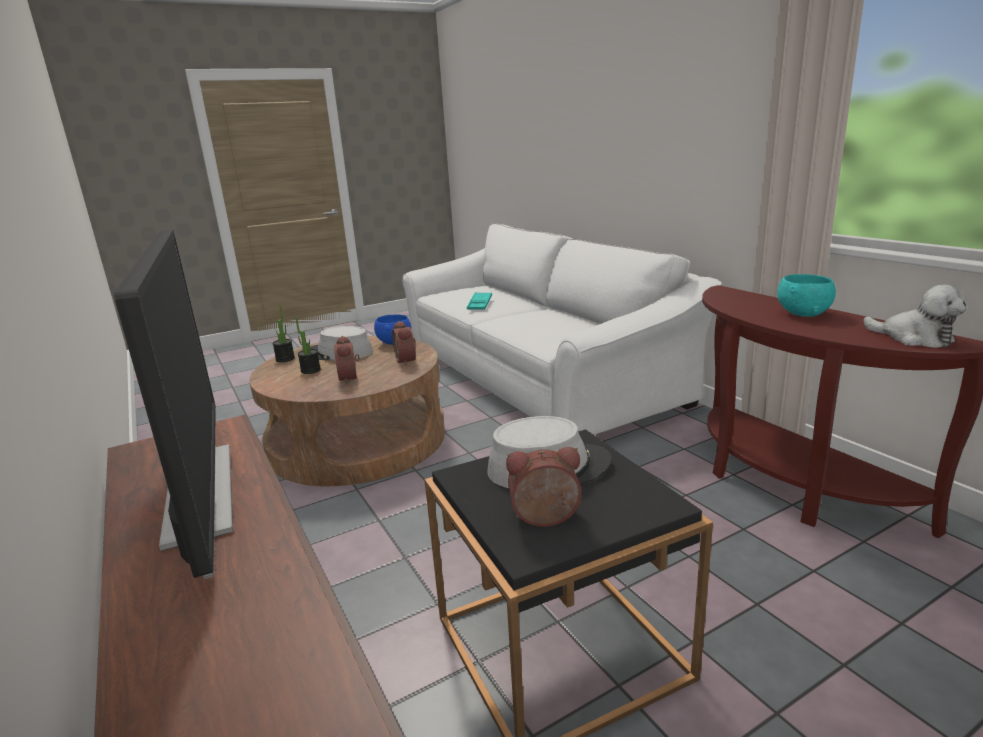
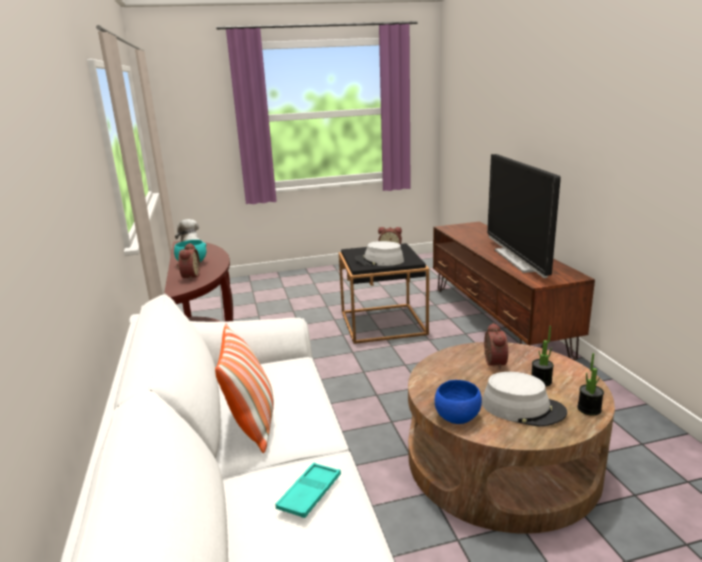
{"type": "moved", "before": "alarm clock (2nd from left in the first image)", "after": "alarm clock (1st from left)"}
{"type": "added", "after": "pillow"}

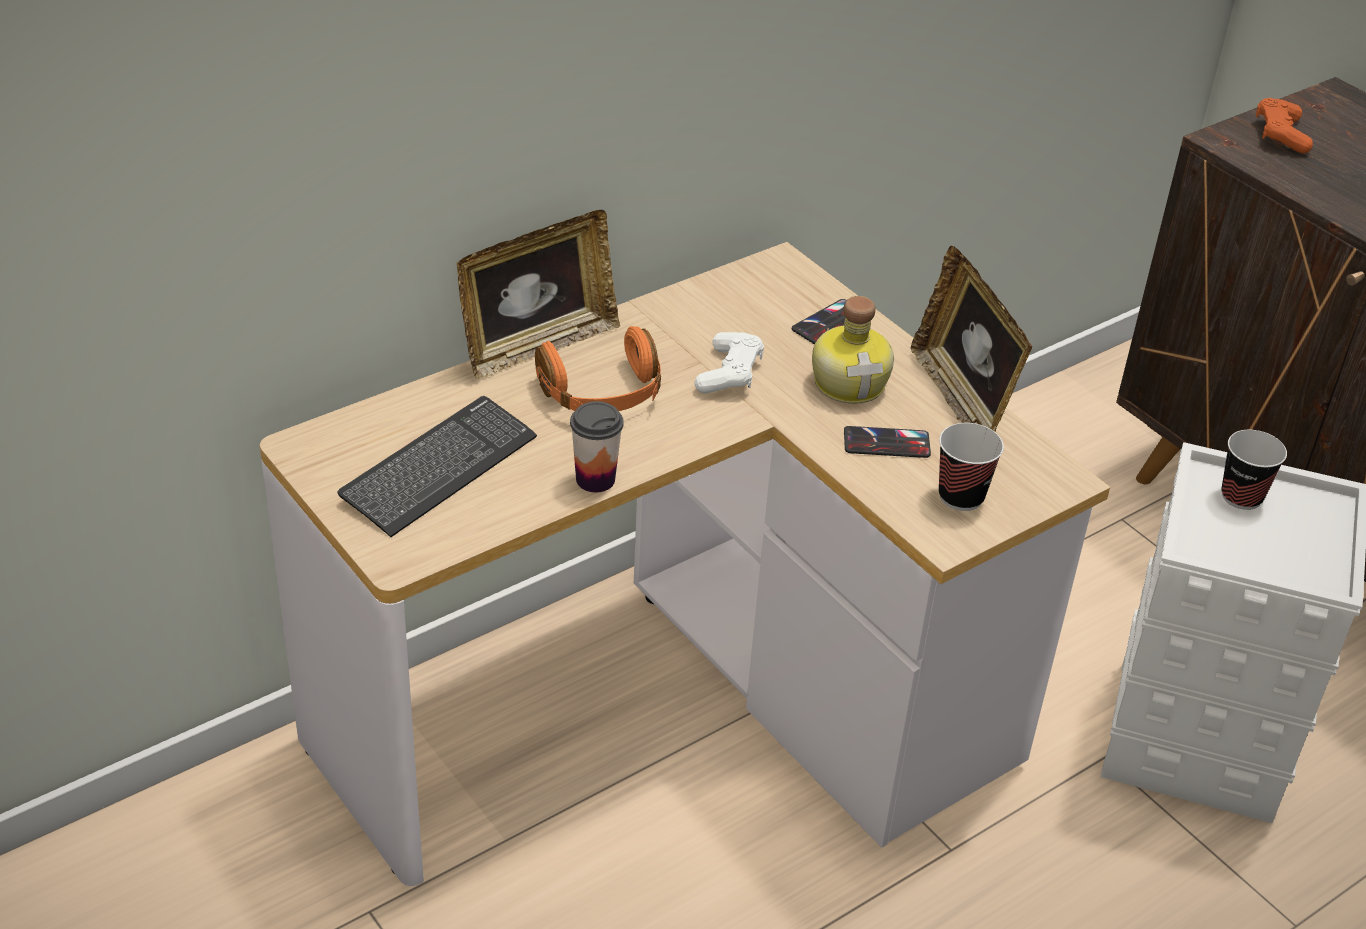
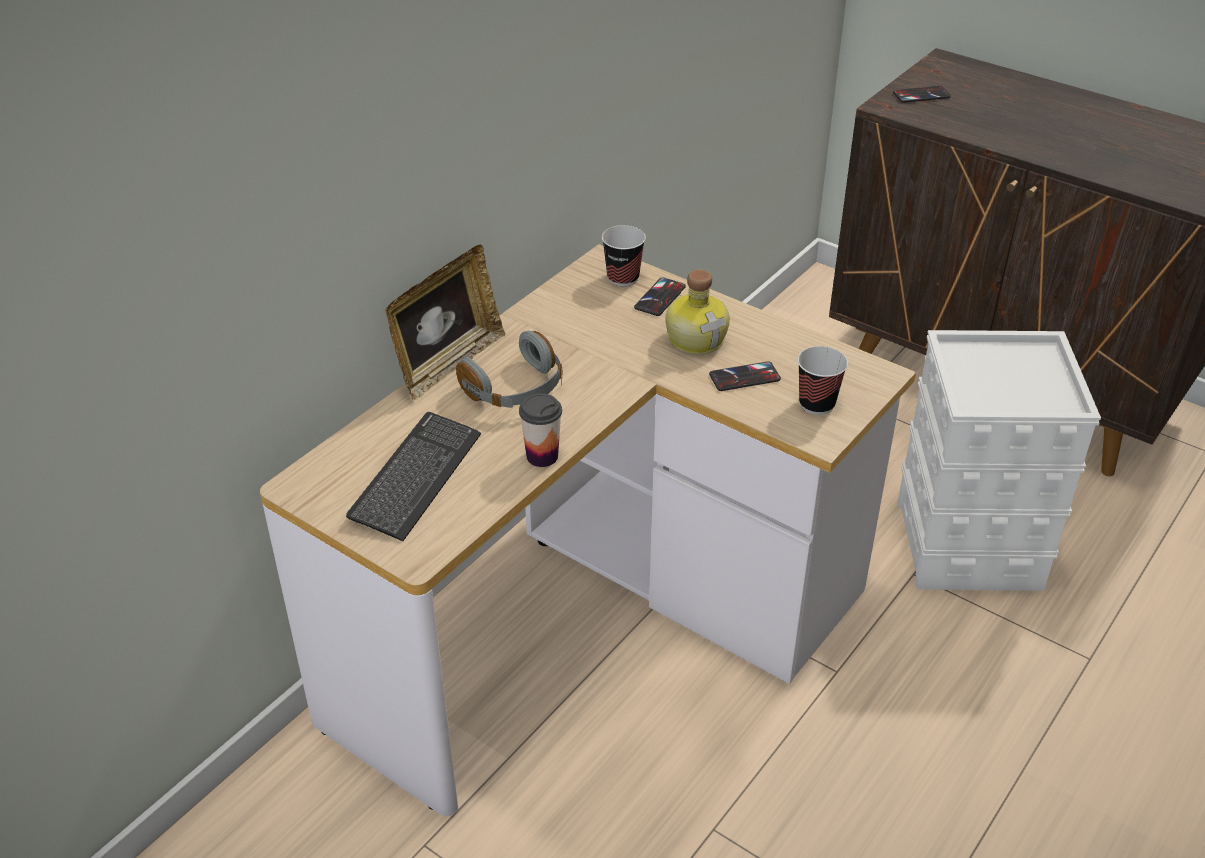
{"type": "recoloured", "before": "headphones (orange)", "after": "headphones (grey)"}
{"type": "removed", "before": "game controller (white)"}
{"type": "removed", "before": "picture frame (2nd from left)"}
{"type": "moved", "before": "cup (3rd from left in the first image)", "after": "cup (2nd from left)"}
{"type": "replaced", "before": "game controller (orange)", "after": "phone (3rd from left)"}

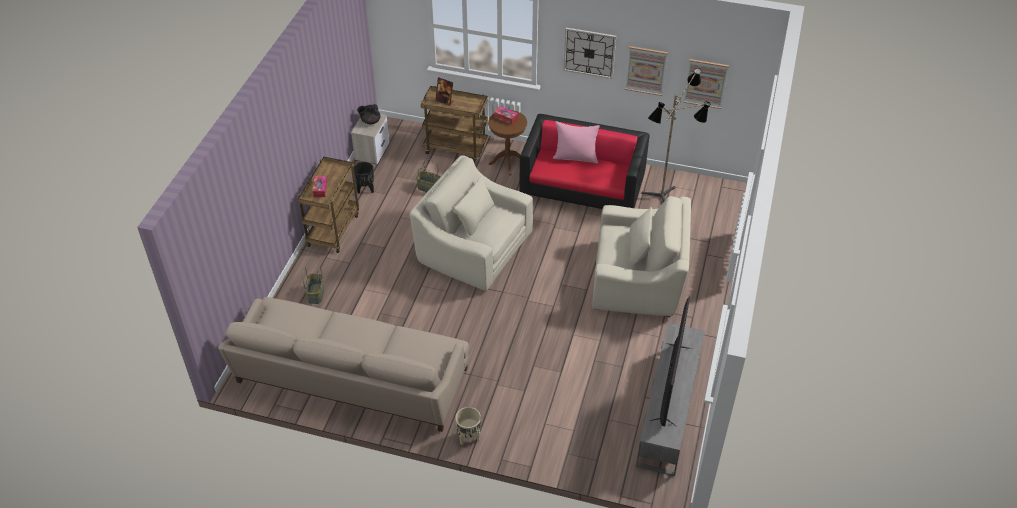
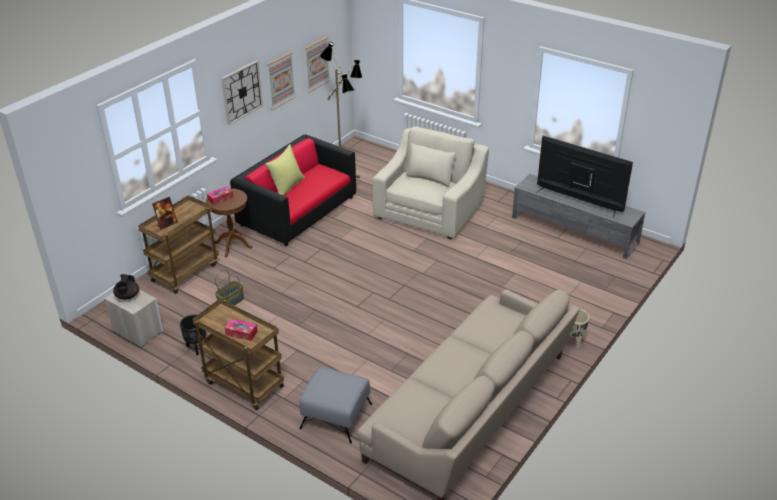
{"type": "replaced", "before": "basket (1st from left)", "after": "ottoman (grey)"}
{"type": "removed", "before": "armchair (beige) (1st from left)"}
{"type": "recoloured", "before": "pillow (pink)", "after": "pillow (yellow)"}

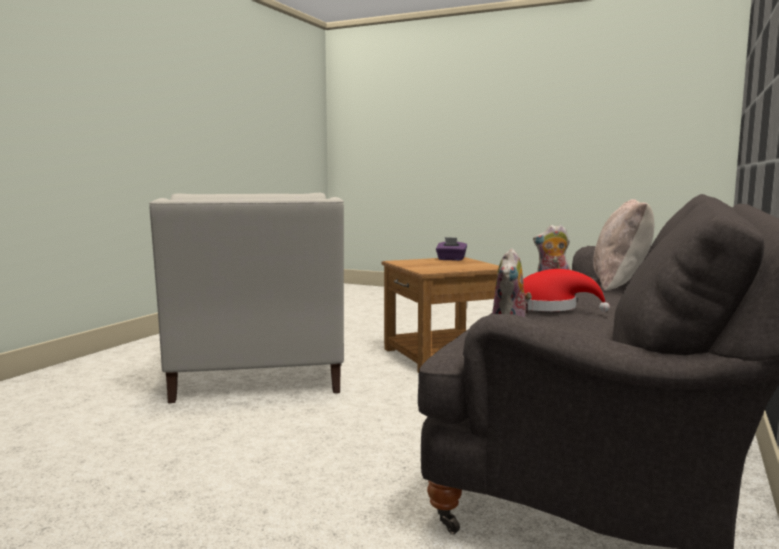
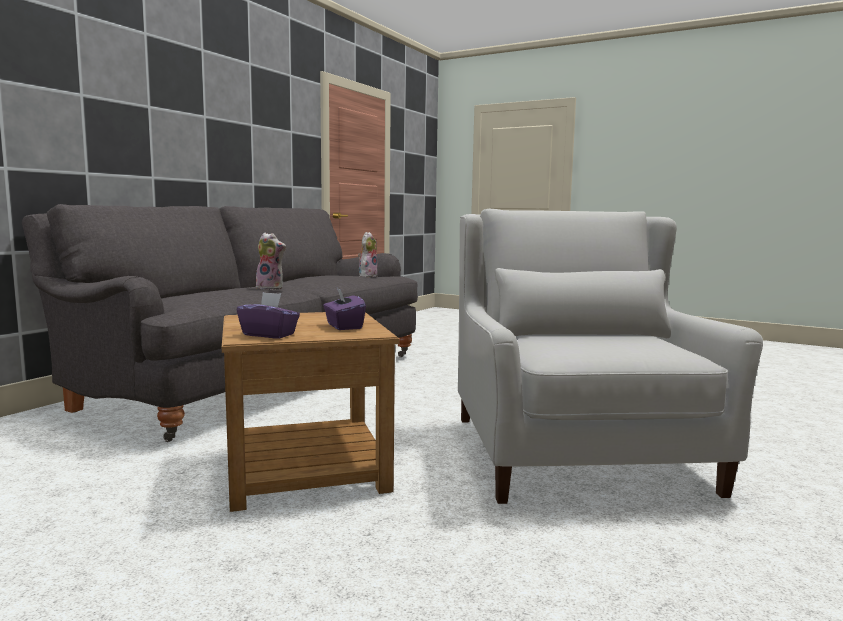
{"type": "removed", "before": "hat (red)"}
{"type": "removed", "before": "pillow (beige)"}
{"type": "added", "after": "tissue box (purple) (2nd from left)"}

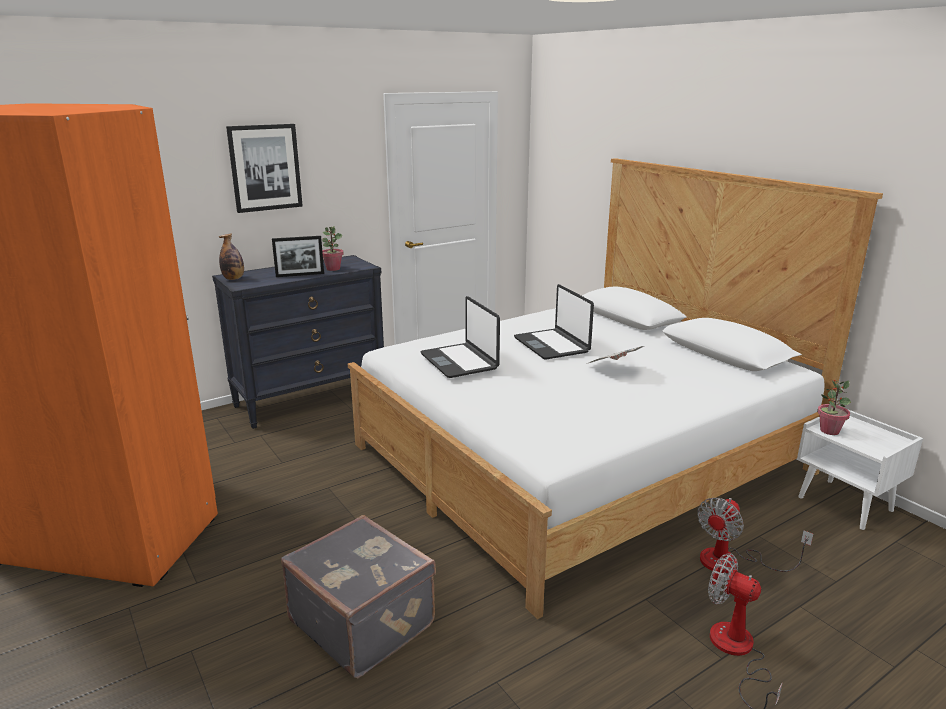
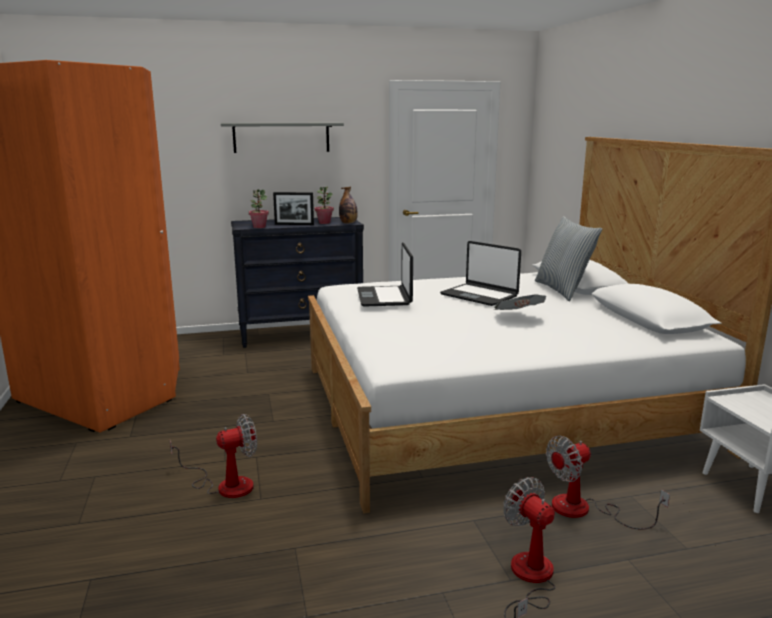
{"type": "moved", "before": "bottle"}
{"type": "replaced", "before": "picture", "after": "shelf (grey)"}
{"type": "replaced", "before": "suitcase (grey)", "after": "fan (1st from left)"}
{"type": "turned", "before": "laptop (2nd from left)", "turn": -45}
{"type": "moved", "before": "potted plant (2nd from left in the first image)", "after": "potted plant (1st from left)"}
{"type": "added", "after": "pillow"}

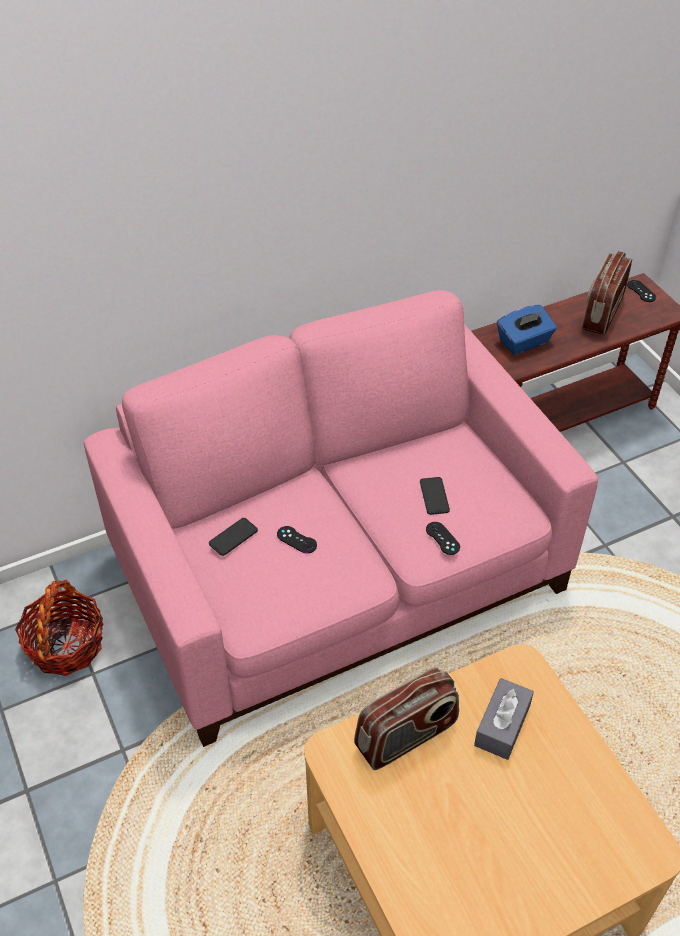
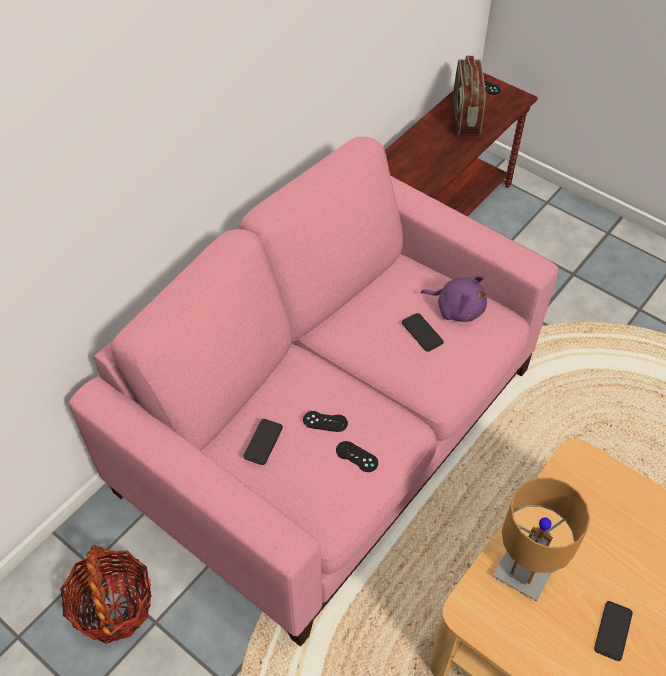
{"type": "replaced", "before": "radio (1st from left)", "after": "table lamp (brown)"}
{"type": "moved", "before": "game controller (black) (2nd from left)"}
{"type": "removed", "before": "tissue box (grey)"}
{"type": "removed", "before": "tissue box (blue)"}
{"type": "added", "after": "plush toy (purple)"}
{"type": "added", "after": "phone (3rd from left)"}

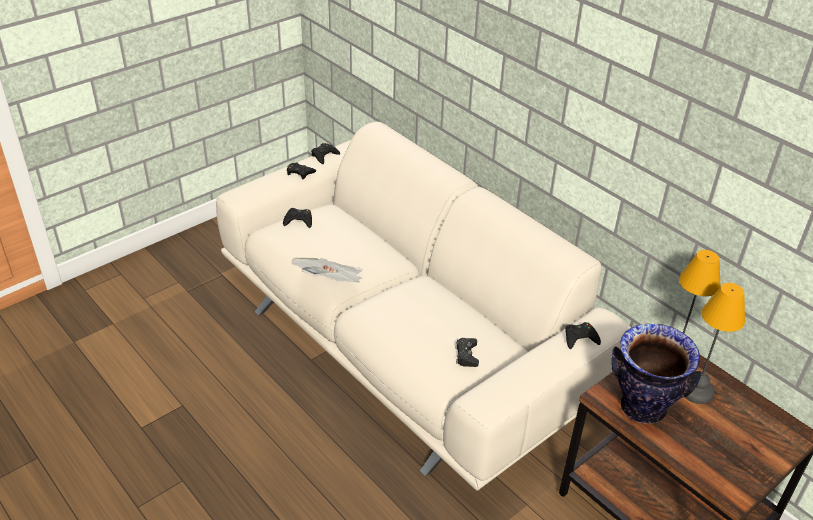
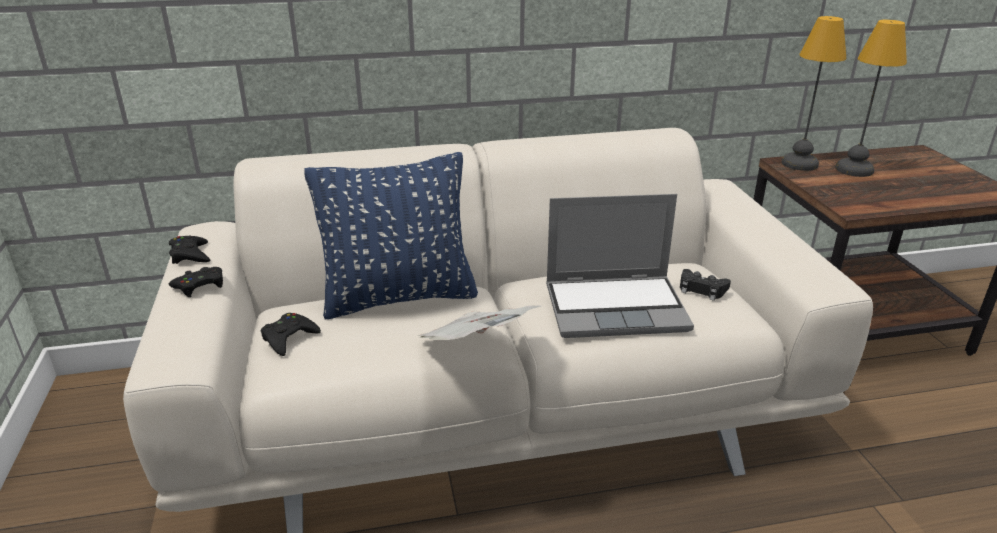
{"type": "removed", "before": "game controller (black) (5th from left)"}
{"type": "removed", "before": "vase"}
{"type": "added", "after": "pillow (blue)"}
{"type": "added", "after": "laptop"}

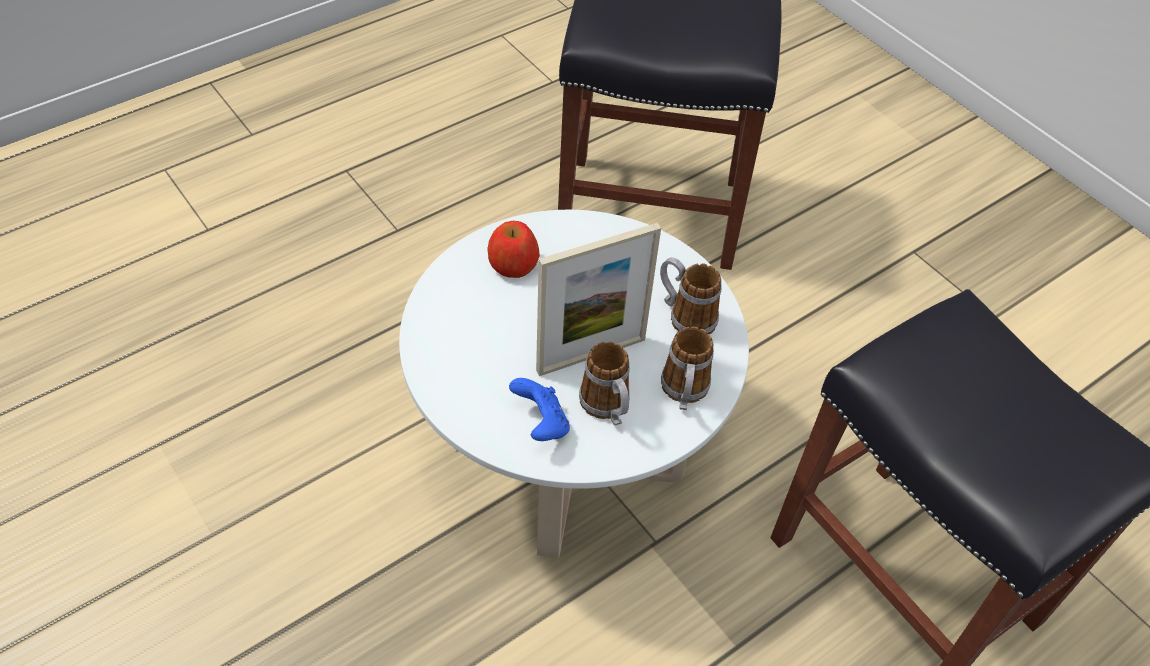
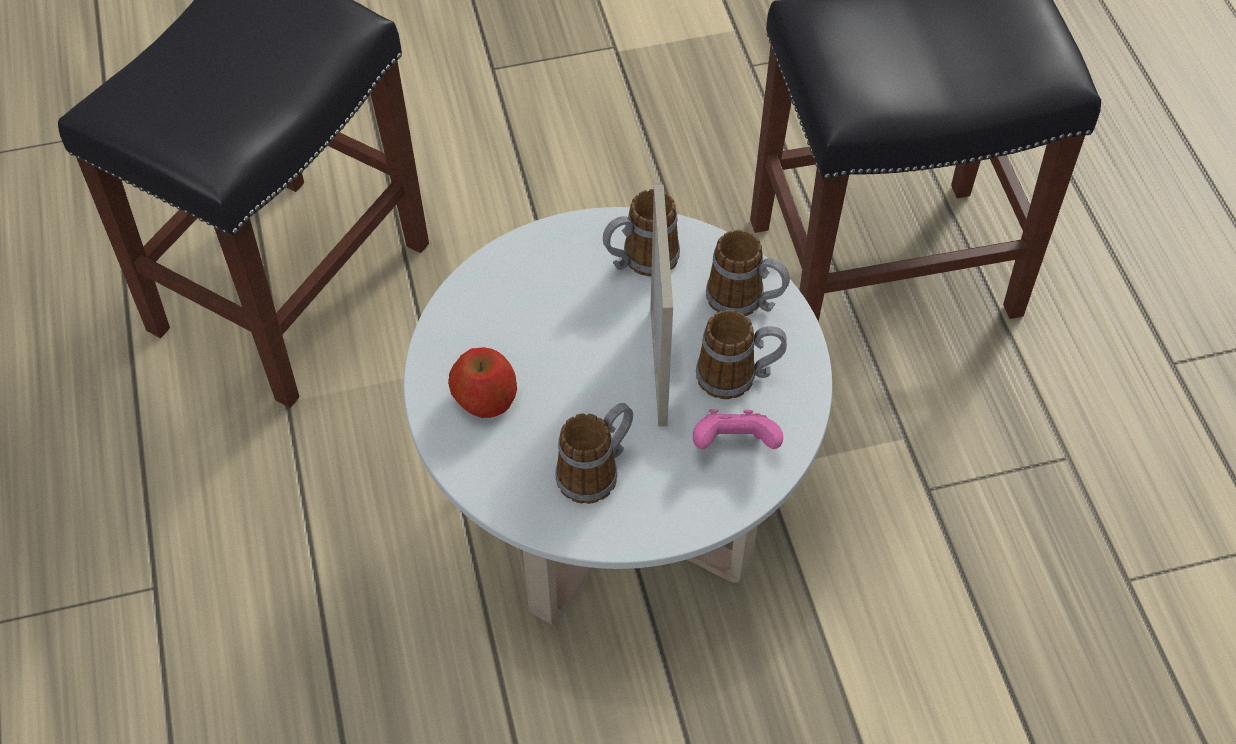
{"type": "recoloured", "before": "game controller (blue)", "after": "game controller (pink)"}
{"type": "added", "after": "mug (1st from left)"}

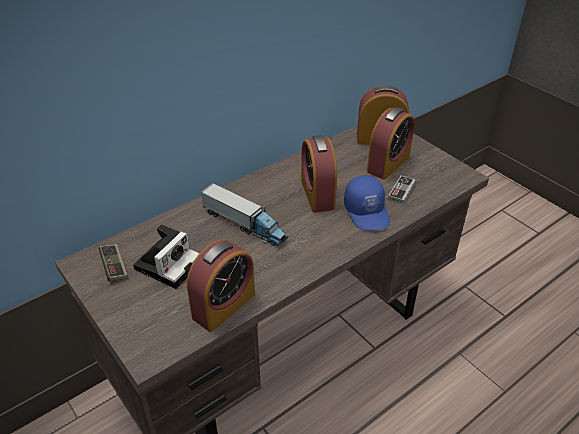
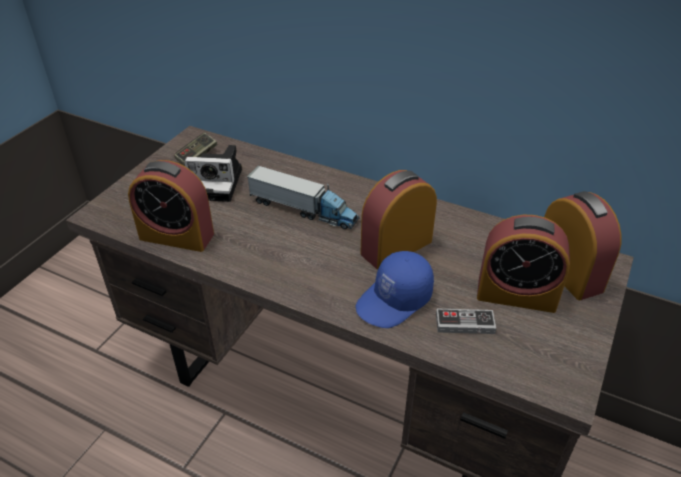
{"type": "turned", "before": "toy truck", "turn": -75}

